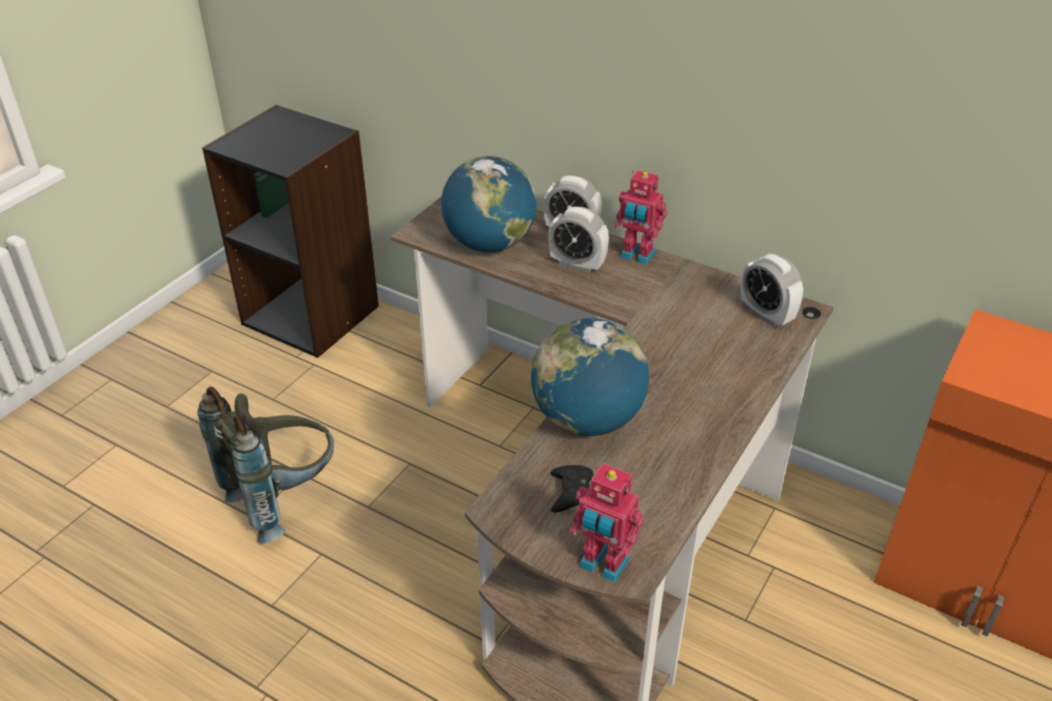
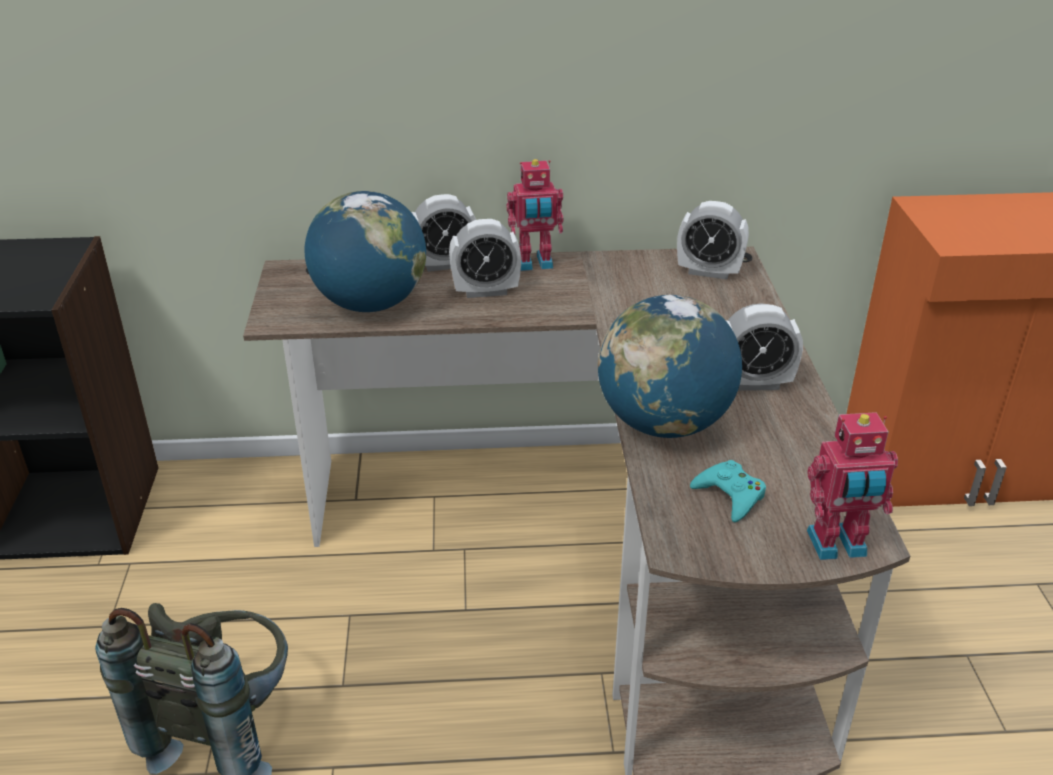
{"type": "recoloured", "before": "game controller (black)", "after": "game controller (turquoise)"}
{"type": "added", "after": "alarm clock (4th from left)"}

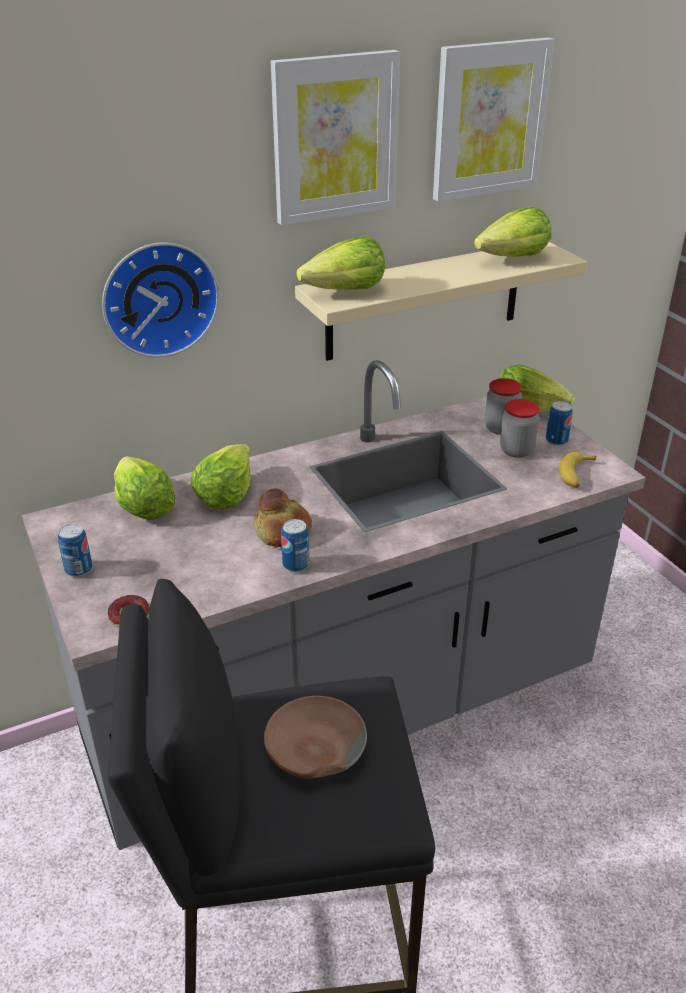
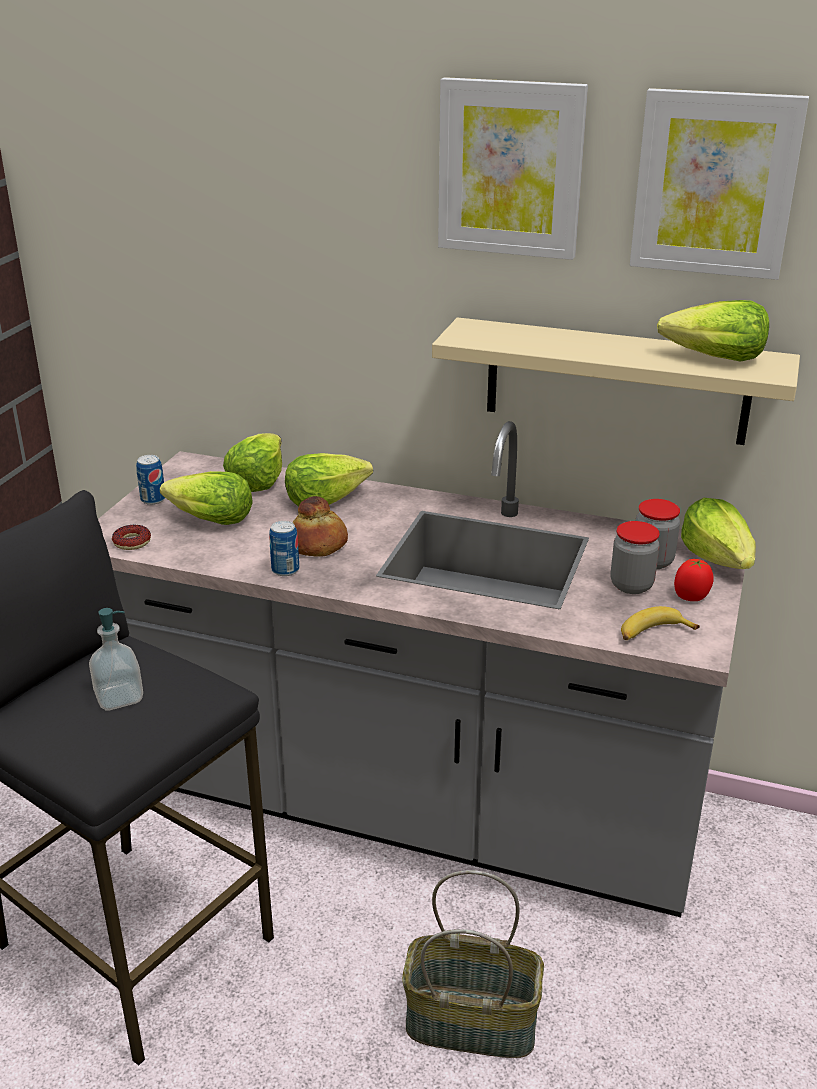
{"type": "removed", "before": "wall clock"}
{"type": "replaced", "before": "bowl (brown)", "after": "soap dispenser"}
{"type": "moved", "before": "lettuce (3rd from left in the first image)", "after": "lettuce (1st from left)"}
{"type": "replaced", "before": "can (3rd from left)", "after": "tomato"}
{"type": "added", "after": "basket"}

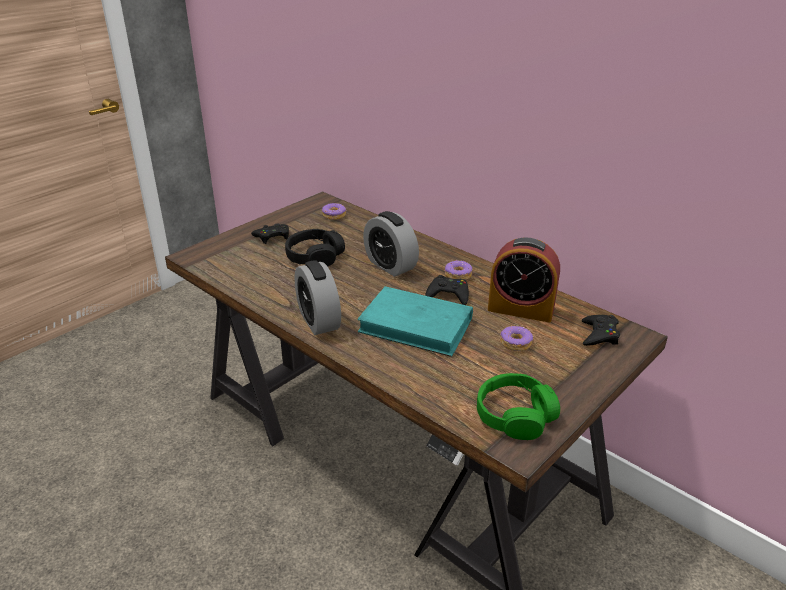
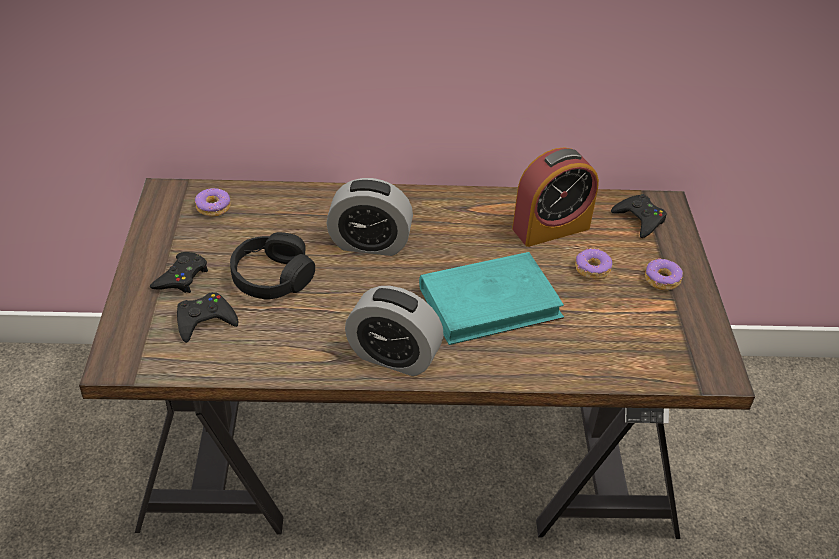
{"type": "moved", "before": "game controller (black) (2nd from left)"}
{"type": "moved", "before": "donut (2nd from left in the first image)", "after": "donut (3rd from left)"}
{"type": "removed", "before": "headphones (green)"}

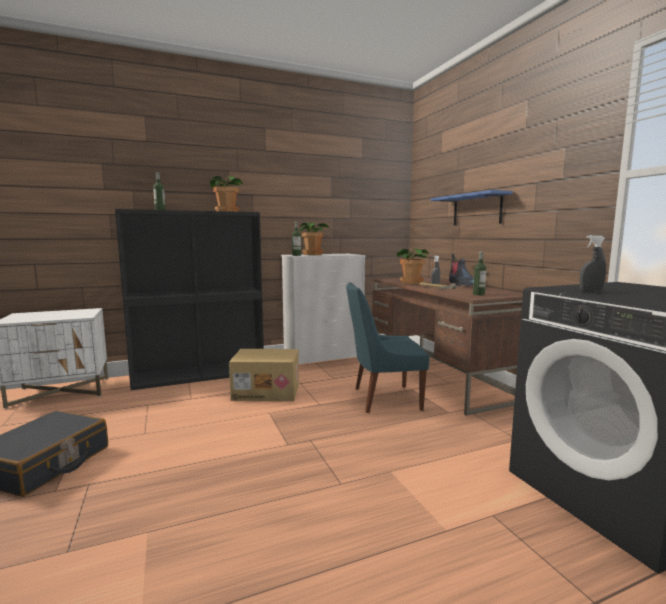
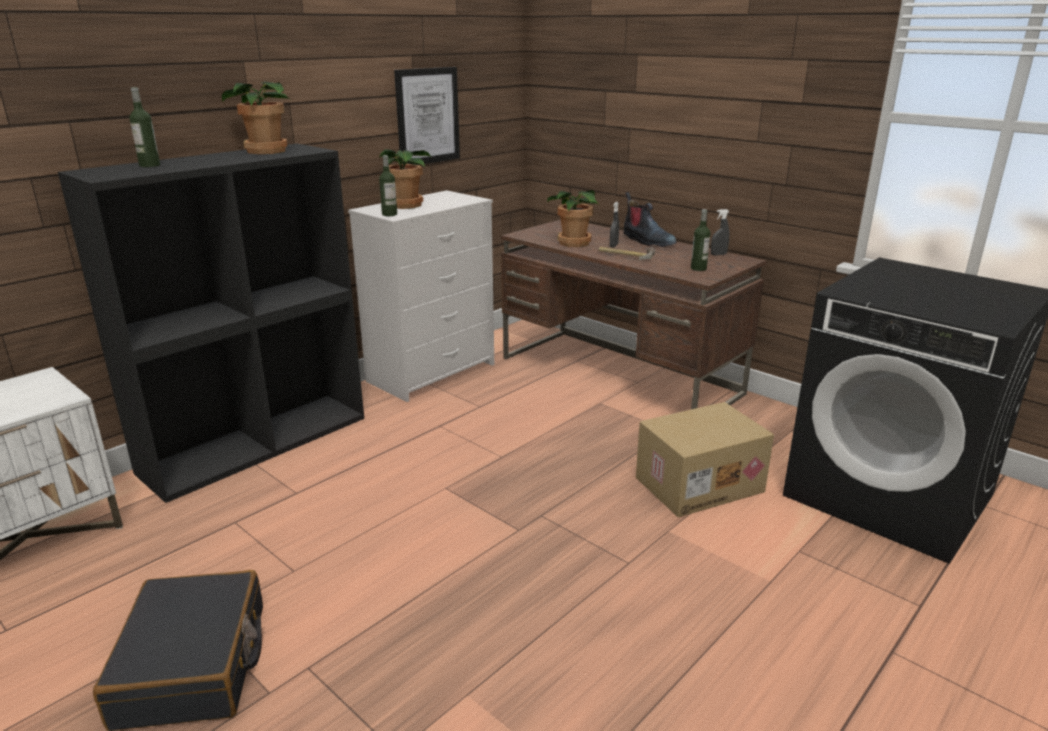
{"type": "moved", "before": "cardboard box"}
{"type": "removed", "before": "chair (blue)"}
{"type": "removed", "before": "shelf (blue)"}
{"type": "moved", "before": "spray bottle (grey) (2nd from left)"}
{"type": "added", "after": "picture"}

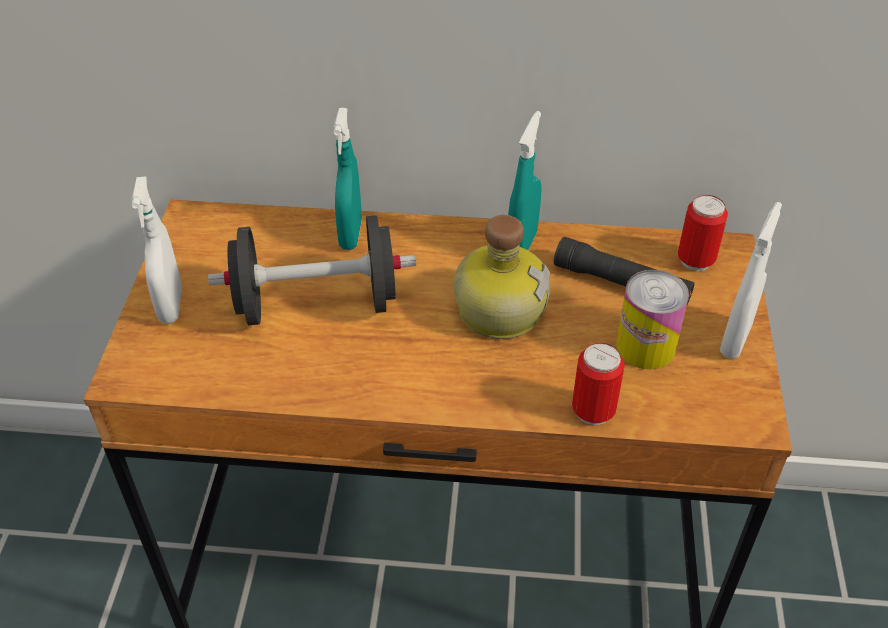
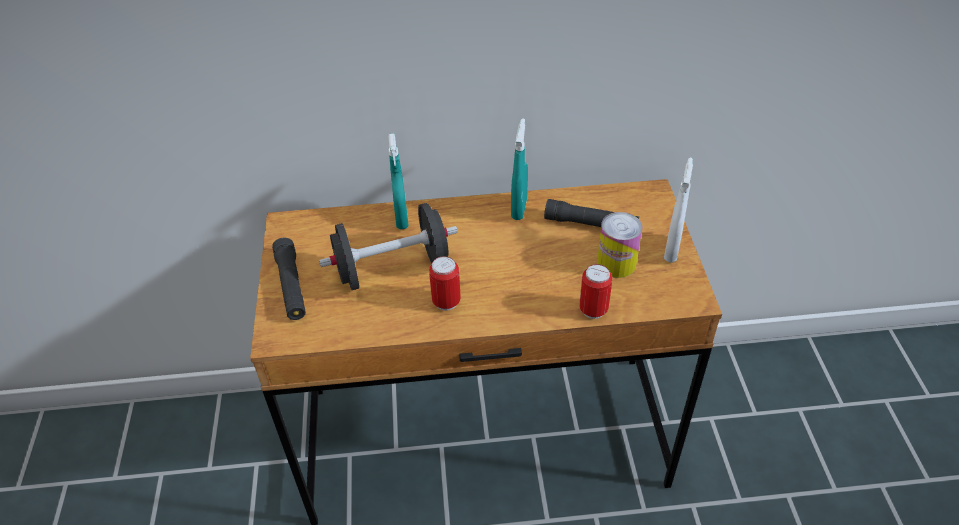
{"type": "replaced", "before": "spray bottle (white) (1st from left)", "after": "flashlight (black) (1st from left)"}
{"type": "removed", "before": "bottle"}
{"type": "moved", "before": "can (3rd from left in the first image)", "after": "can (1st from left)"}

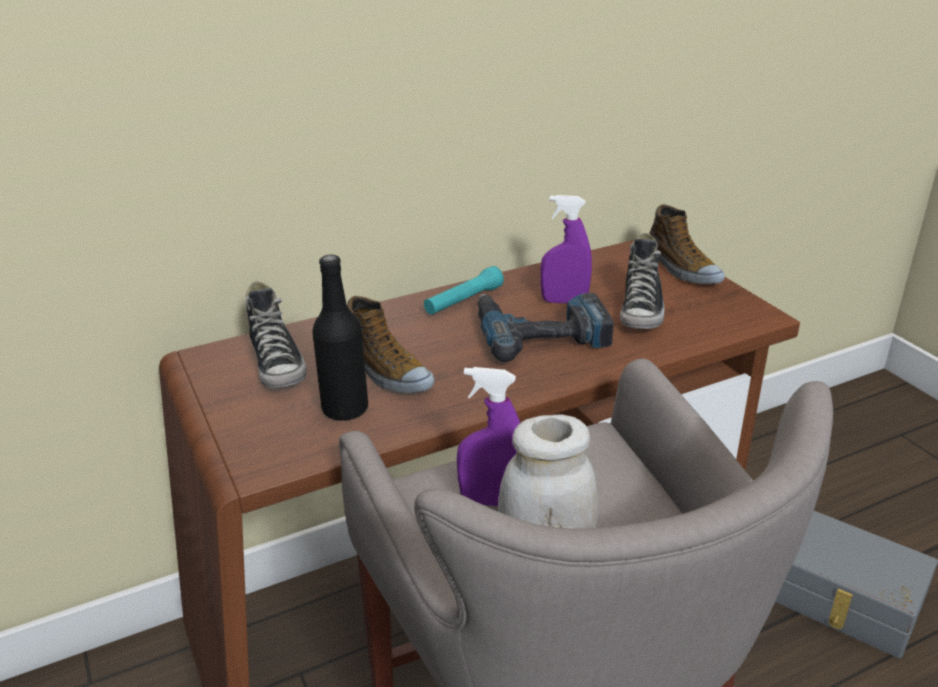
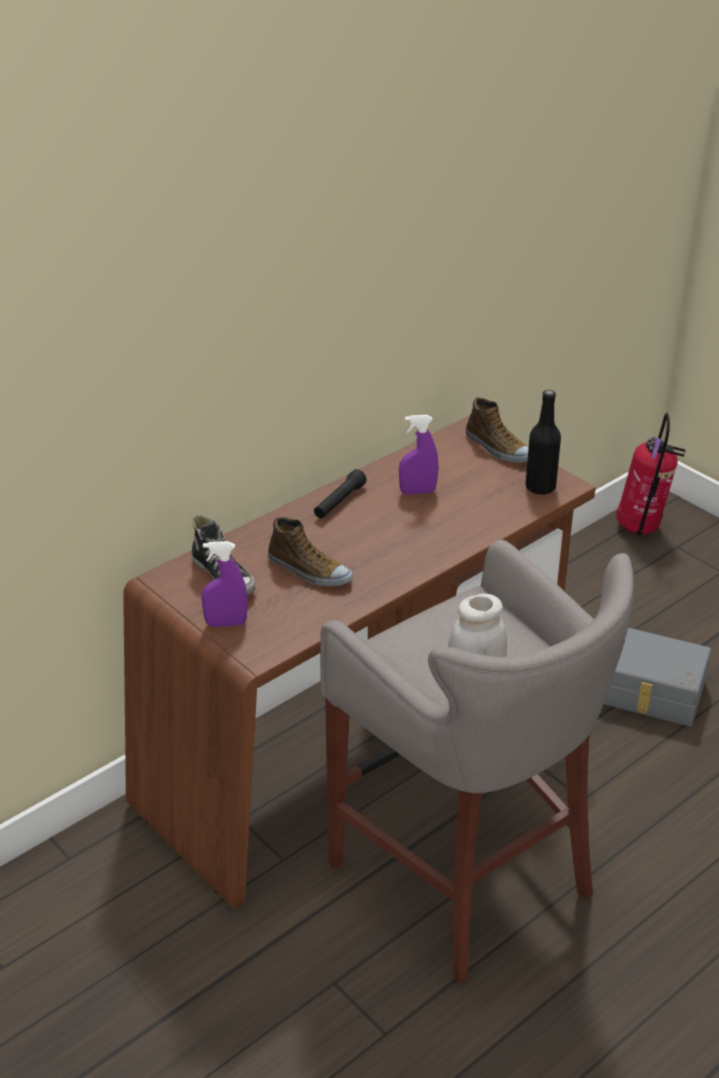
{"type": "moved", "before": "bottle (black)"}
{"type": "recoloured", "before": "flashlight (turquoise)", "after": "flashlight (black)"}
{"type": "moved", "before": "spray bottle (purple) (1st from left)"}
{"type": "removed", "before": "power drill"}
{"type": "removed", "before": "shoe (3rd from left)"}
{"type": "added", "after": "fire extinguisher"}

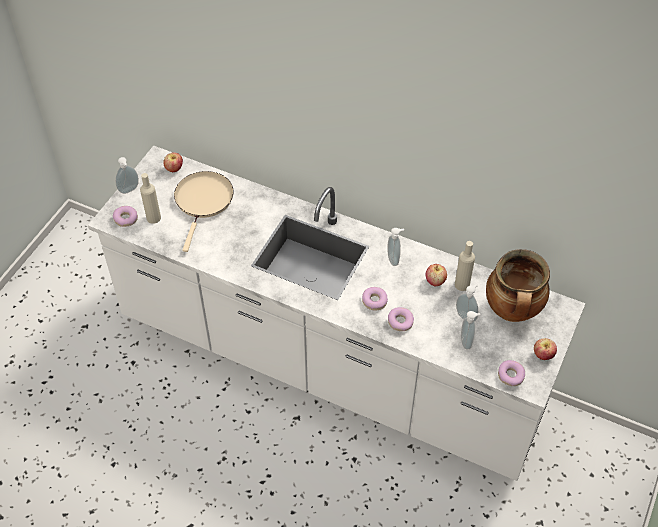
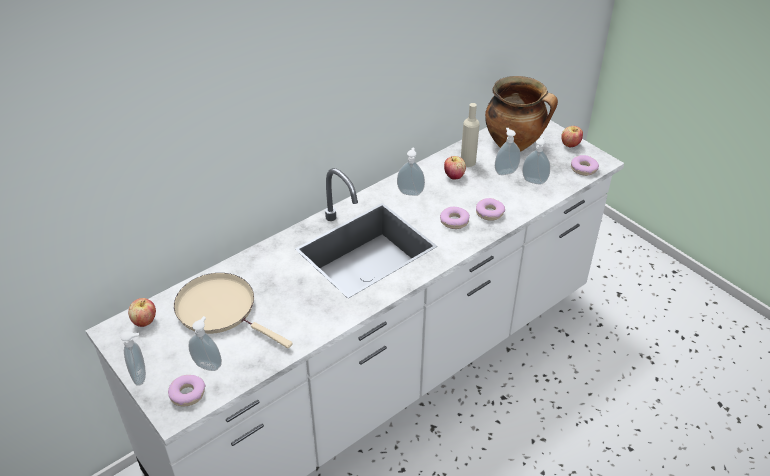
{"type": "replaced", "before": "bottle (beige) (1st from left)", "after": "soap dispenser (2nd from left)"}

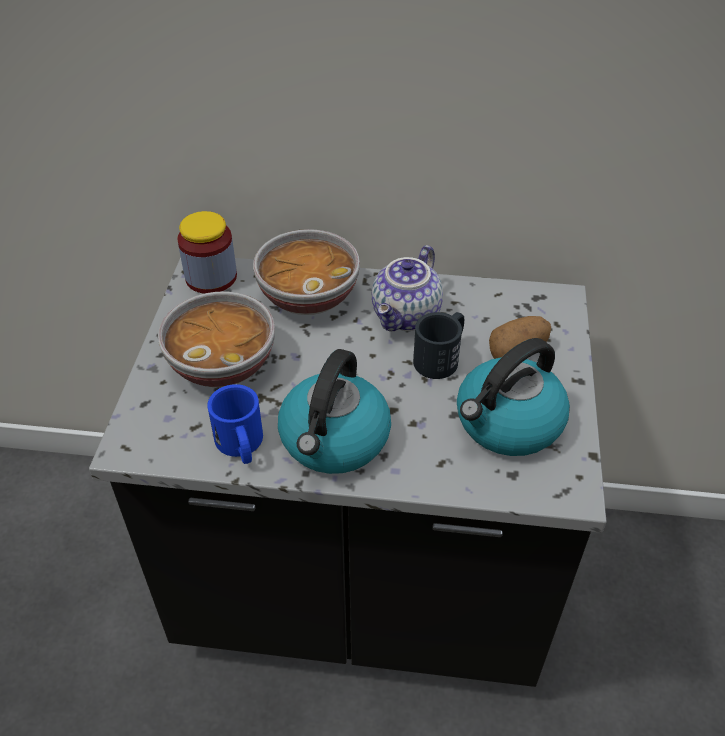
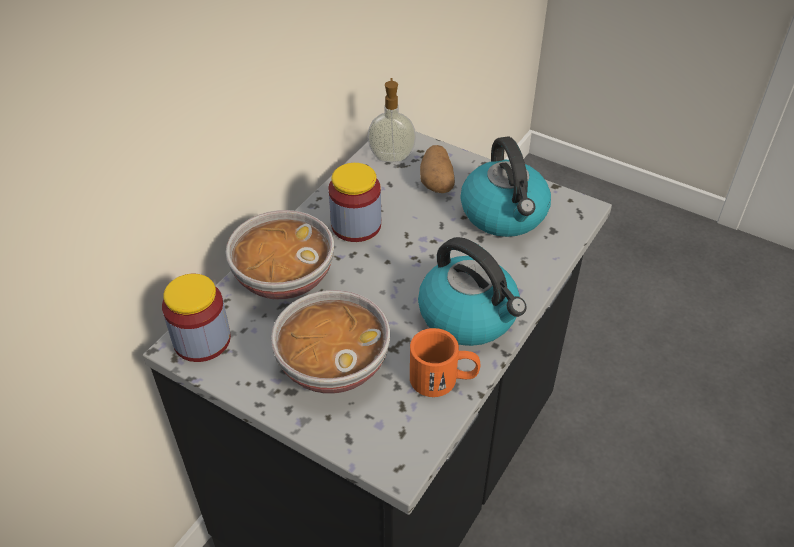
{"type": "recoloured", "before": "mug (blue)", "after": "mug (orange)"}
{"type": "replaced", "before": "teapot", "after": "jar (2nd from left)"}
{"type": "removed", "before": "mug (black)"}
{"type": "added", "after": "soap dispenser"}

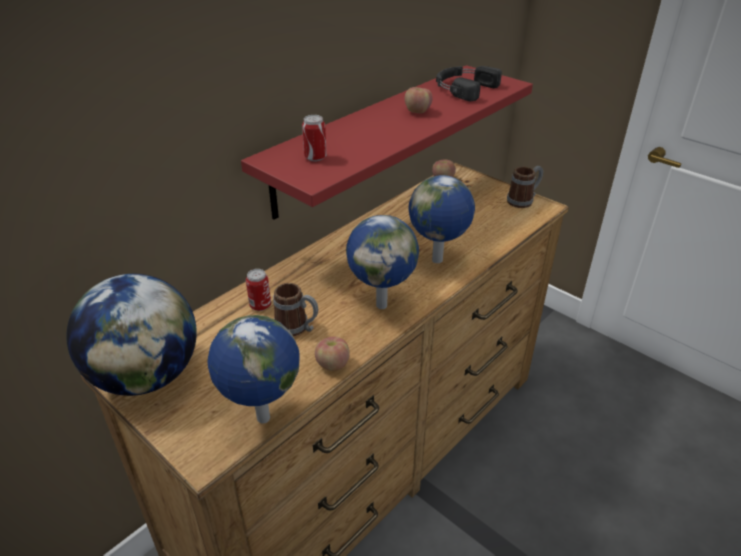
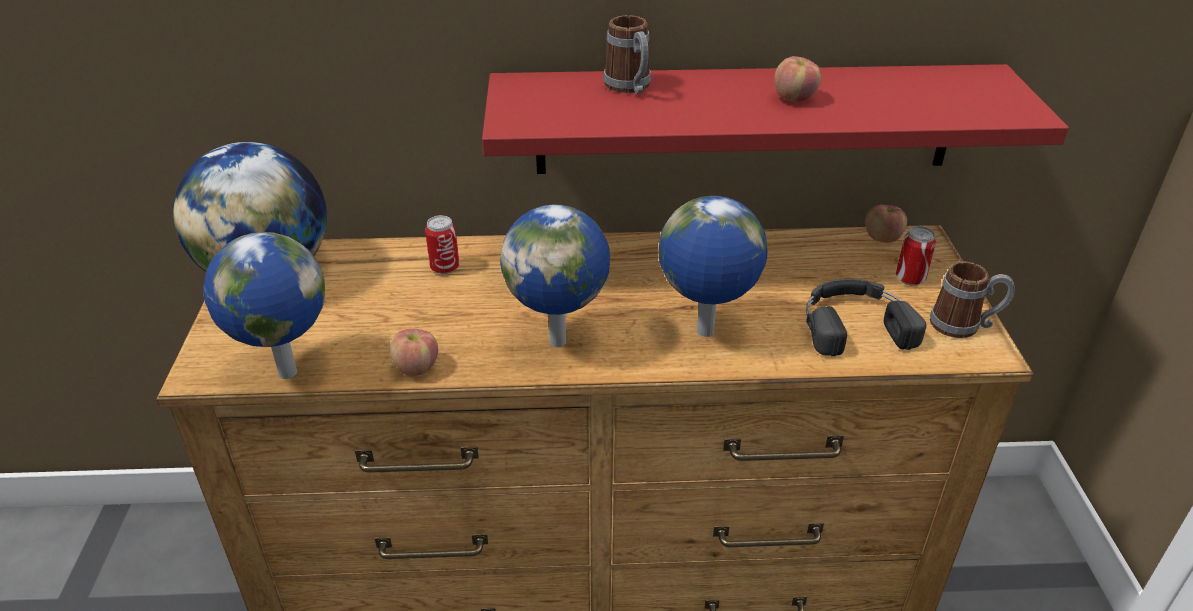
{"type": "moved", "before": "mug (1st from left)"}
{"type": "moved", "before": "can (2nd from left)"}
{"type": "moved", "before": "headphones (black)"}

